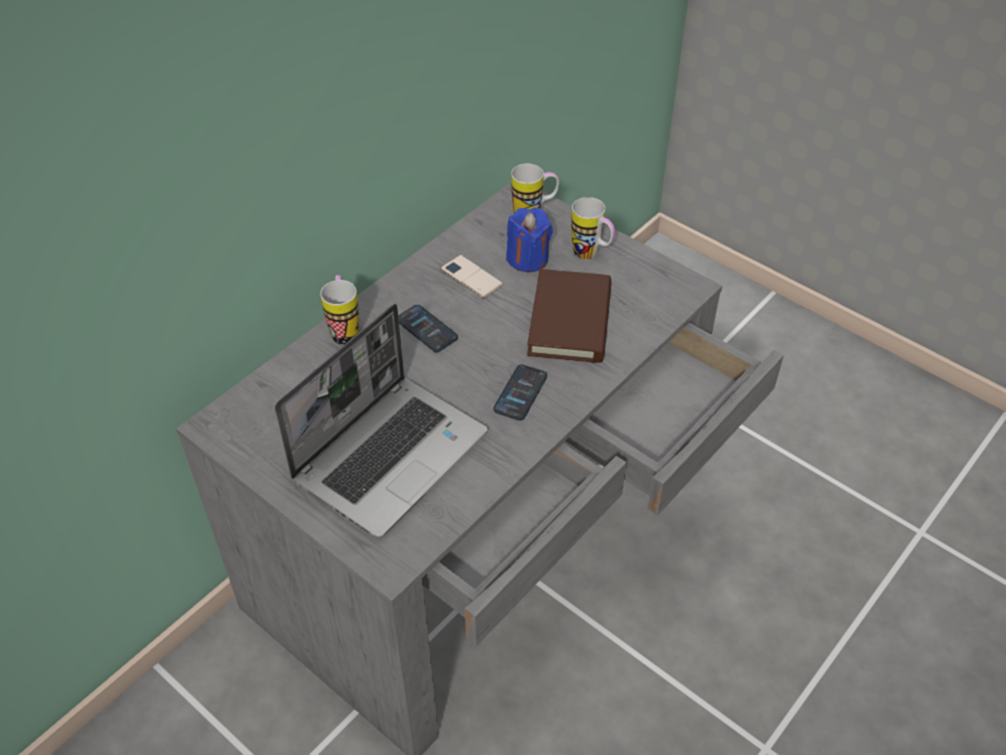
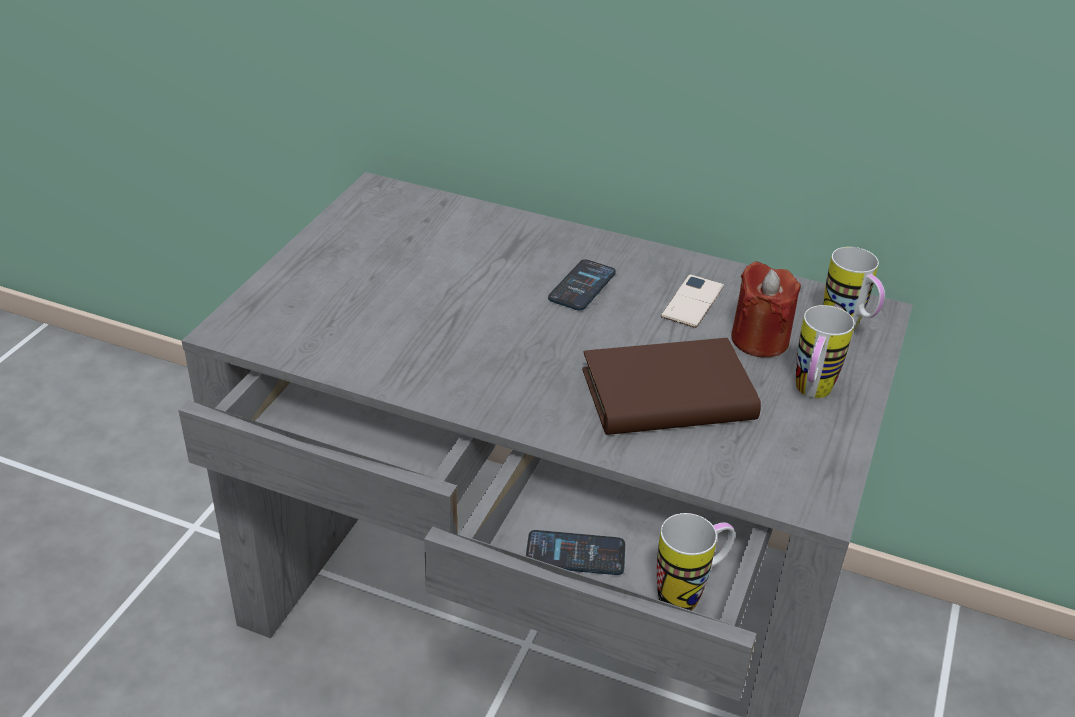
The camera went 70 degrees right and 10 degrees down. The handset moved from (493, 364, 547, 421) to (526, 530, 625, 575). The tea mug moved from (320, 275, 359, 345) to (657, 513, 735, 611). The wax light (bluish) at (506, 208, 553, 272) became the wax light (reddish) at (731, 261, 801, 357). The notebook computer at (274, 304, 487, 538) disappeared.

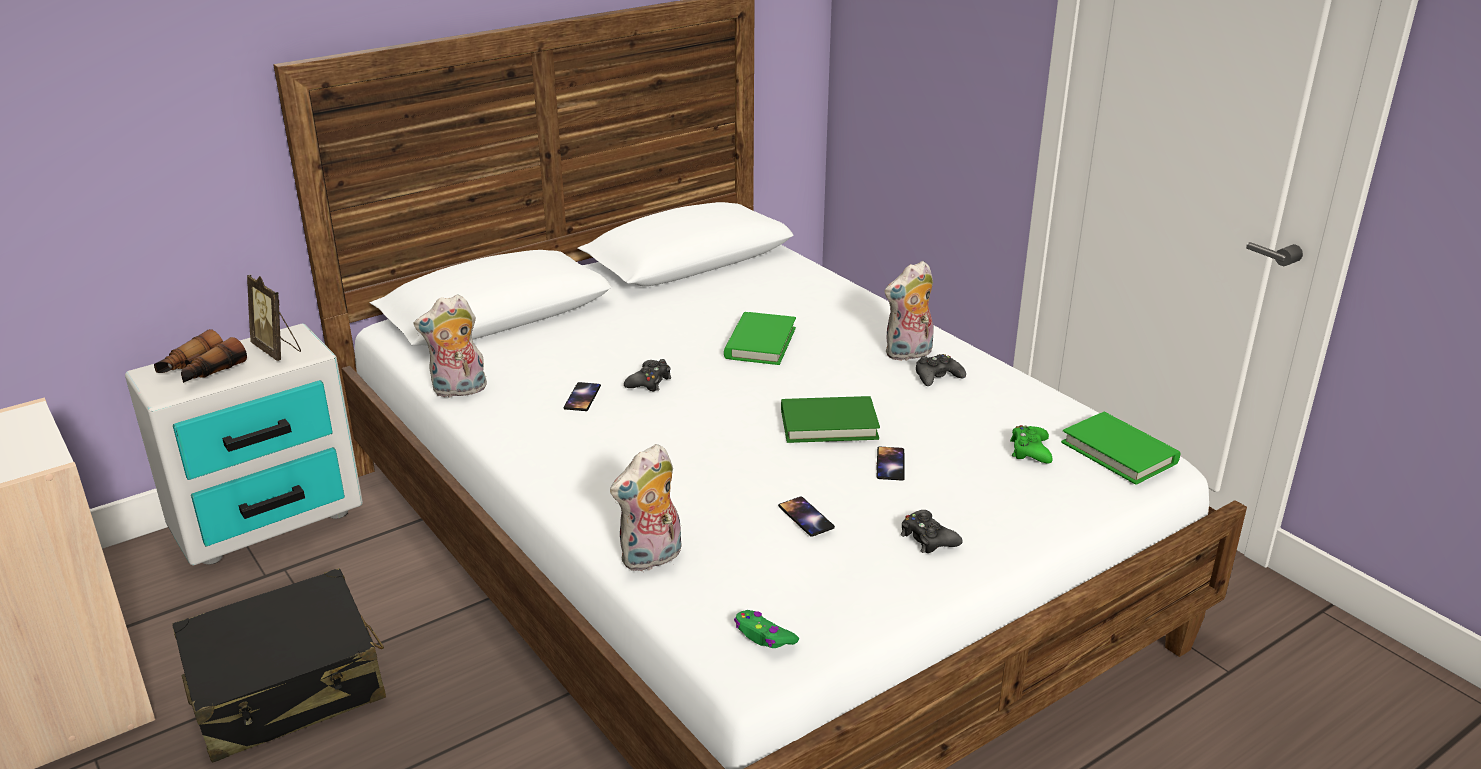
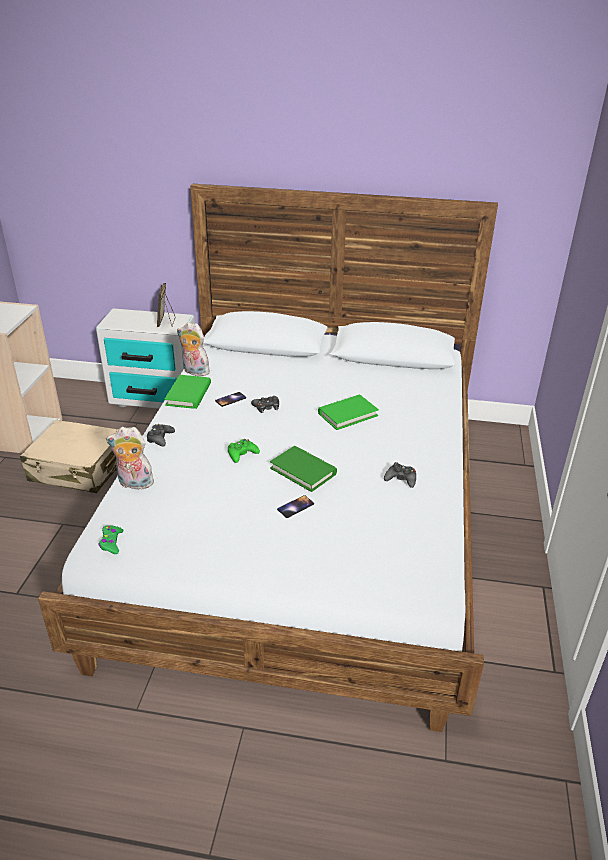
The camera went 45 degrees right and 5 degrees up. The piece of luggage (blackish) at (172, 568, 386, 762) became the piece of luggage (beige-coloured) at (20, 420, 119, 493). The gamepad (blackish) moved from (901, 510, 962, 553) to (147, 424, 175, 446). The volume (greenish) moved from (1061, 412, 1180, 485) to (164, 375, 211, 409). The gamepad (greenish) moved from (1010, 425, 1053, 463) to (228, 439, 260, 463). The binoculars at (154, 329, 247, 383) disappeared. The handset at (778, 497, 835, 537) disappeared. The plush toy at (884, 261, 934, 361) disappeared.

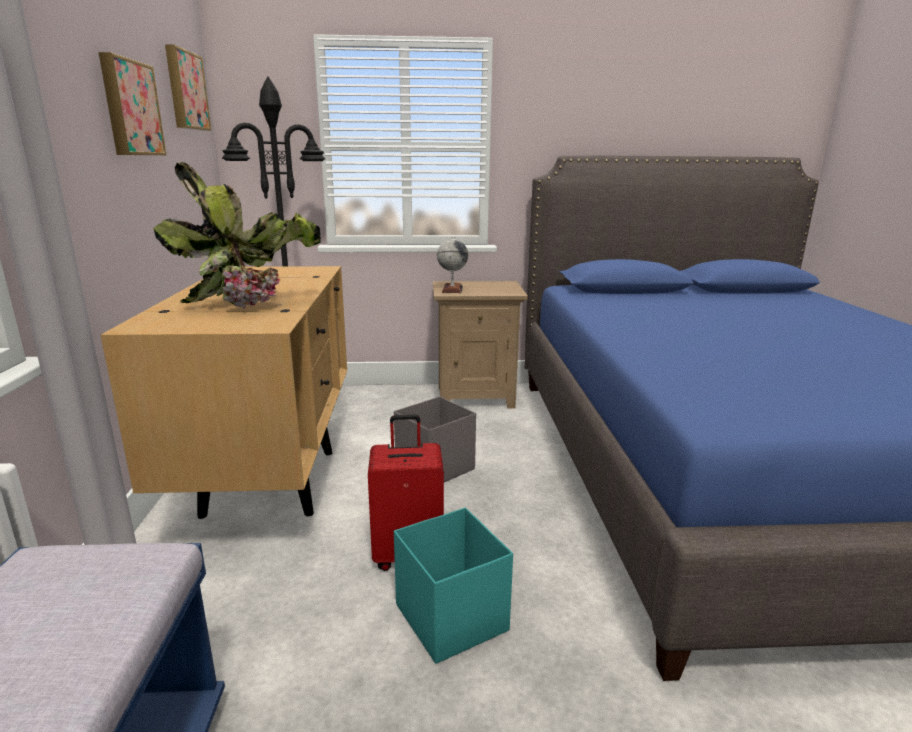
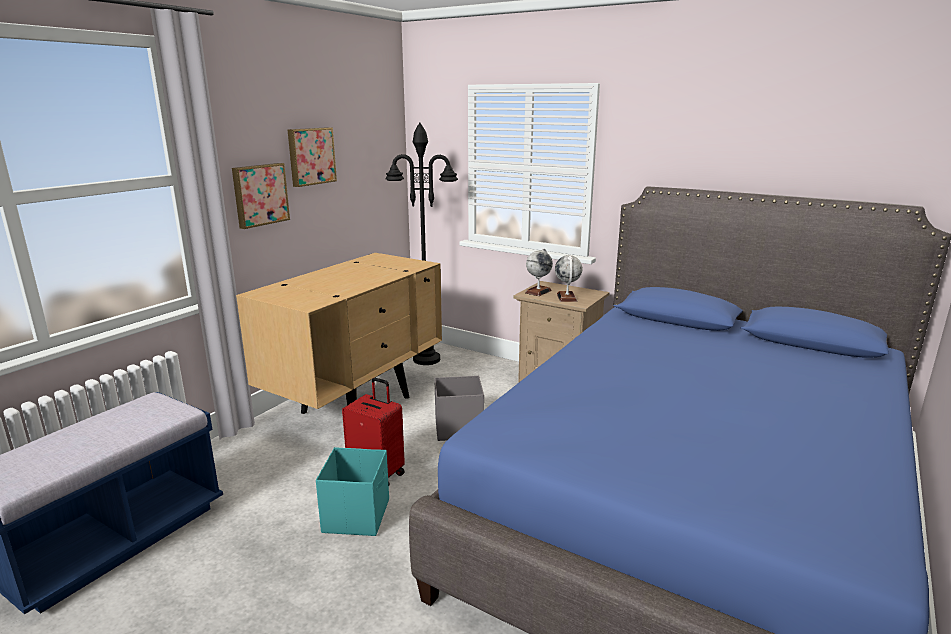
The camera went 35 degrees right and 0 degrees up. The wall picture moved from (165, 45, 211, 131) to (232, 163, 290, 229). The globe at (555, 255, 582, 302) appeared. The plant in a pot at (154, 162, 321, 309) disappeared.

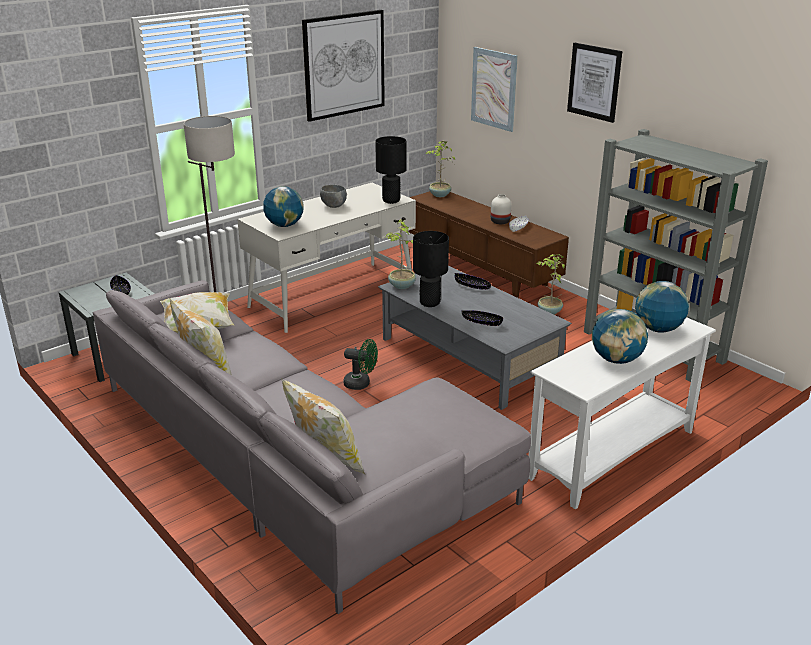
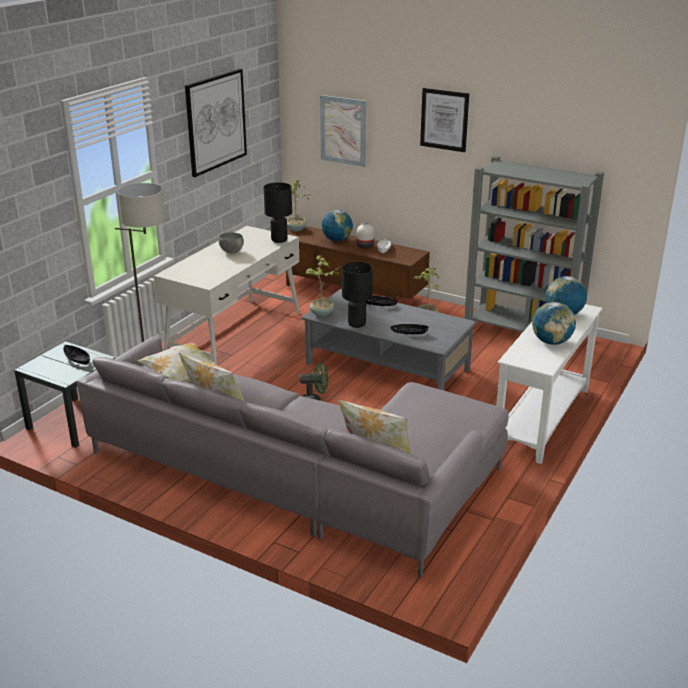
The camera went 20 degrees left and 0 degrees up. The globe moved from (263, 186, 304, 227) to (322, 210, 353, 242).

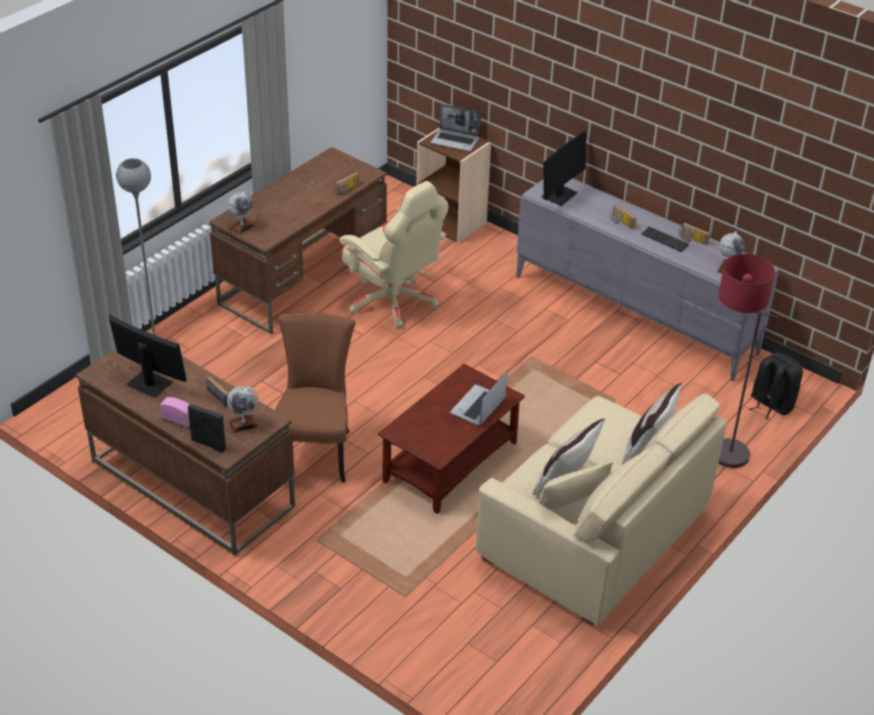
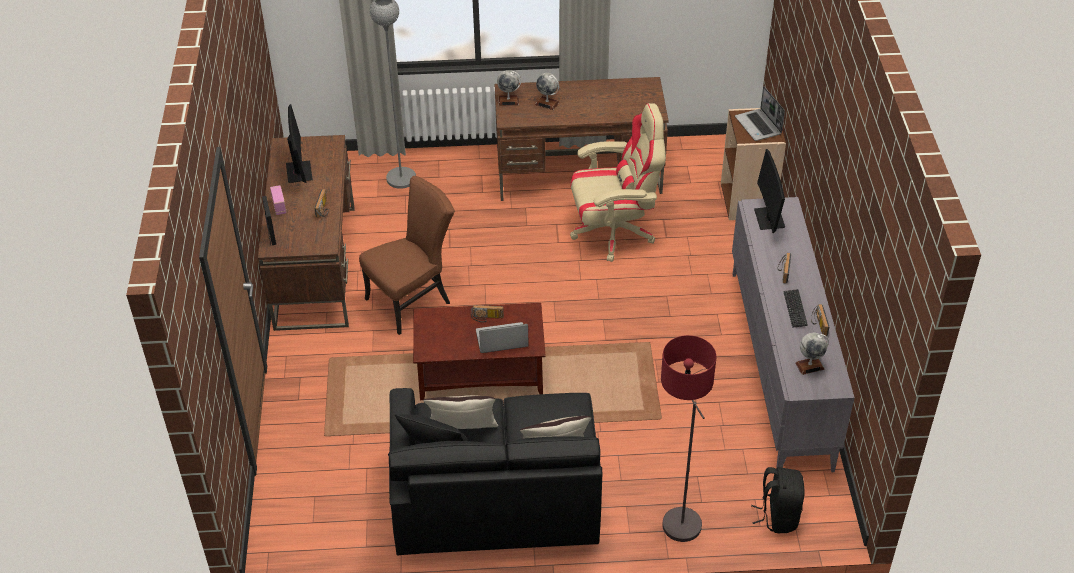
The camera went 50 degrees right and 5 degrees up. The sofa (beige-coloured) at (476, 393, 727, 625) became the sofa (blackish) at (388, 388, 602, 555). The radio receiver moved from (335, 172, 359, 195) to (471, 305, 504, 322). The globe moved from (227, 386, 259, 433) to (535, 73, 559, 110). The computer chair (beige-coloured) at (340, 181, 448, 329) turned 105 degrees counterclockwise. The computer display at (541, 131, 586, 206) turned 90 degrees clockwise.

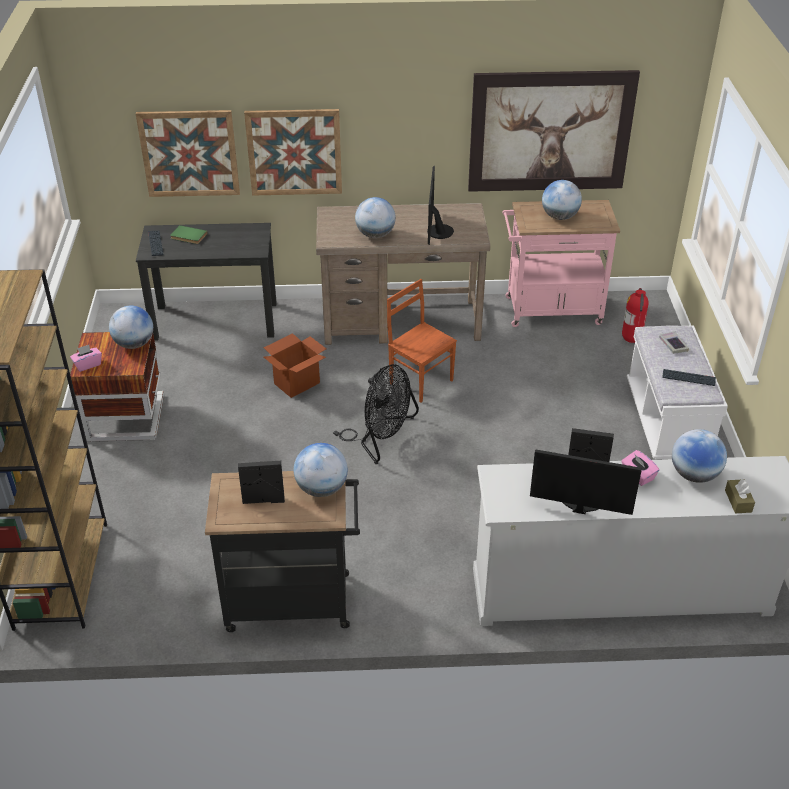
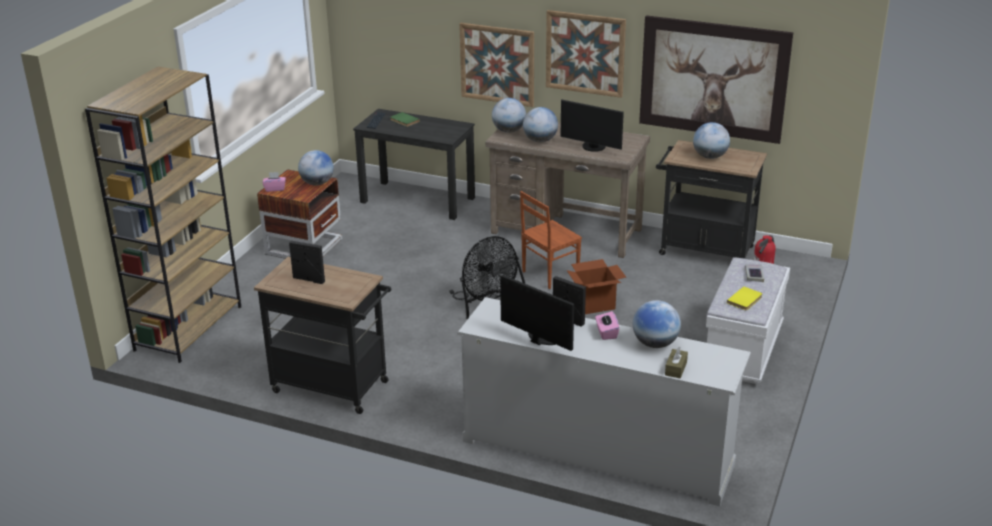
The camera went 25 degrees right and 10 degrees down. The globe moved from (294, 443, 348, 497) to (492, 98, 526, 133). The chair (brown) at (387, 279, 457, 403) turned 105 degrees counterclockwise. The wall picture moved from (136, 110, 240, 197) to (546, 10, 626, 98). The computer display at (427, 166, 454, 245) turned 90 degrees counterclockwise. The carton moved from (263, 333, 326, 398) to (567, 259, 626, 314). The trolley (pink) at (503, 200, 620, 327) became the trolley (blackish) at (656, 140, 767, 259). The keyboard at (662, 369, 716, 386) was replaced by the volume (yellow-coloured) at (727, 286, 763, 310).

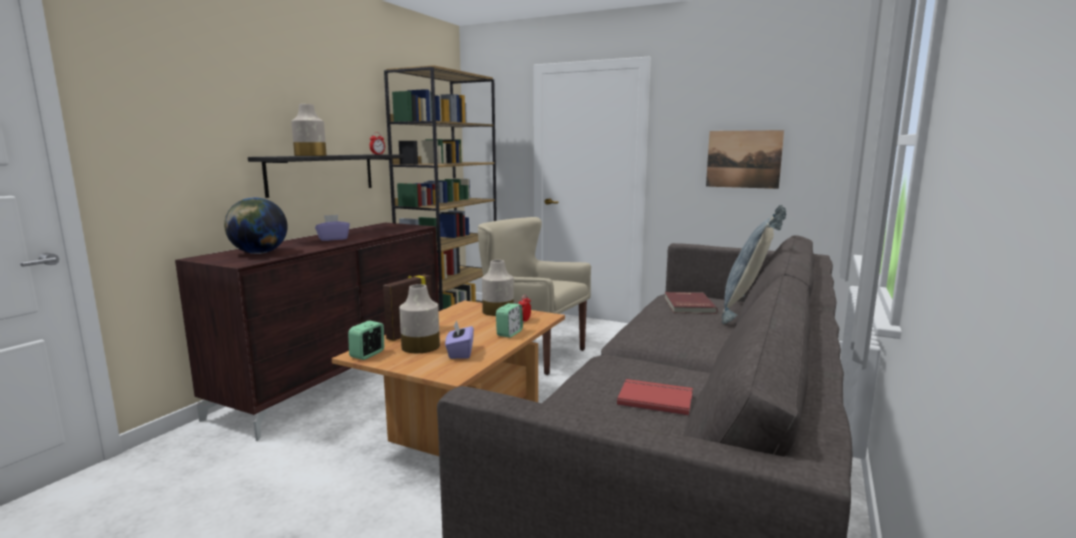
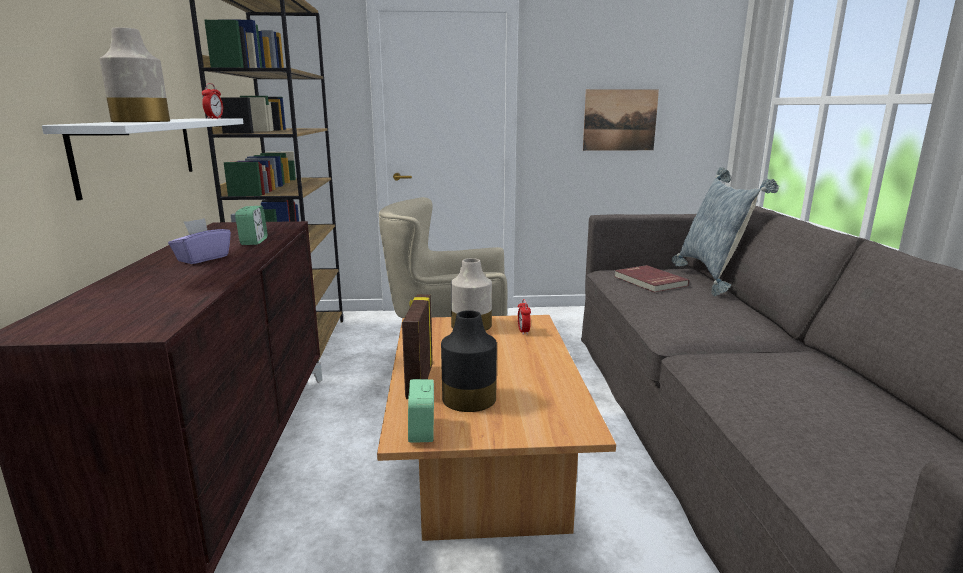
The camera went 30 degrees left and 5 degrees up. The bracket shelf (blackish) at (248, 154, 403, 198) became the bracket shelf (white-coloured) at (42, 118, 243, 200). The bedside clock moved from (496, 303, 523, 338) to (235, 206, 267, 245). The flower vase (beige-coloured) at (399, 284, 440, 353) became the flower vase (blackish) at (441, 310, 497, 412). The globe at (224, 197, 288, 254) disappeared. The box of tissues (purple) at (445, 320, 474, 359) disappeared. The volume (reddish) at (617, 379, 693, 415) disappeared.

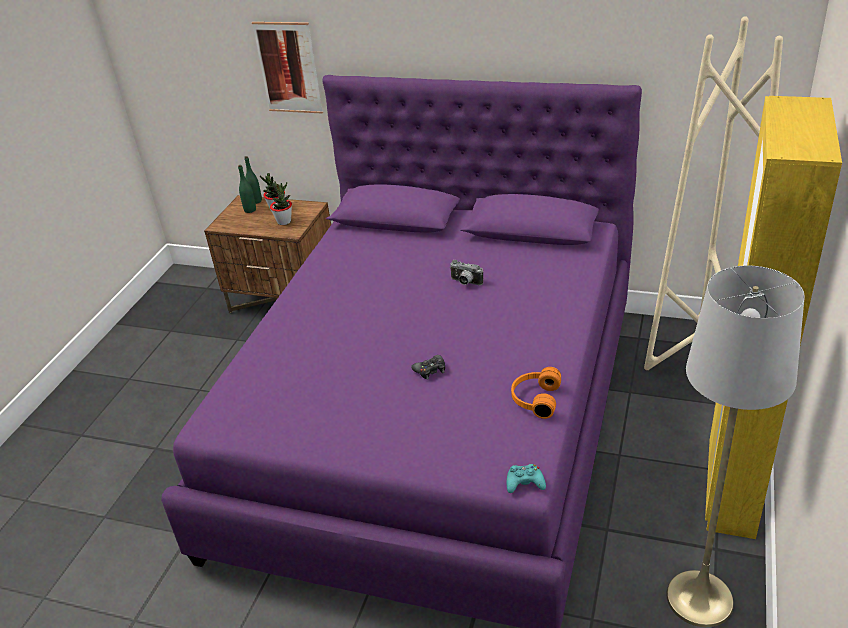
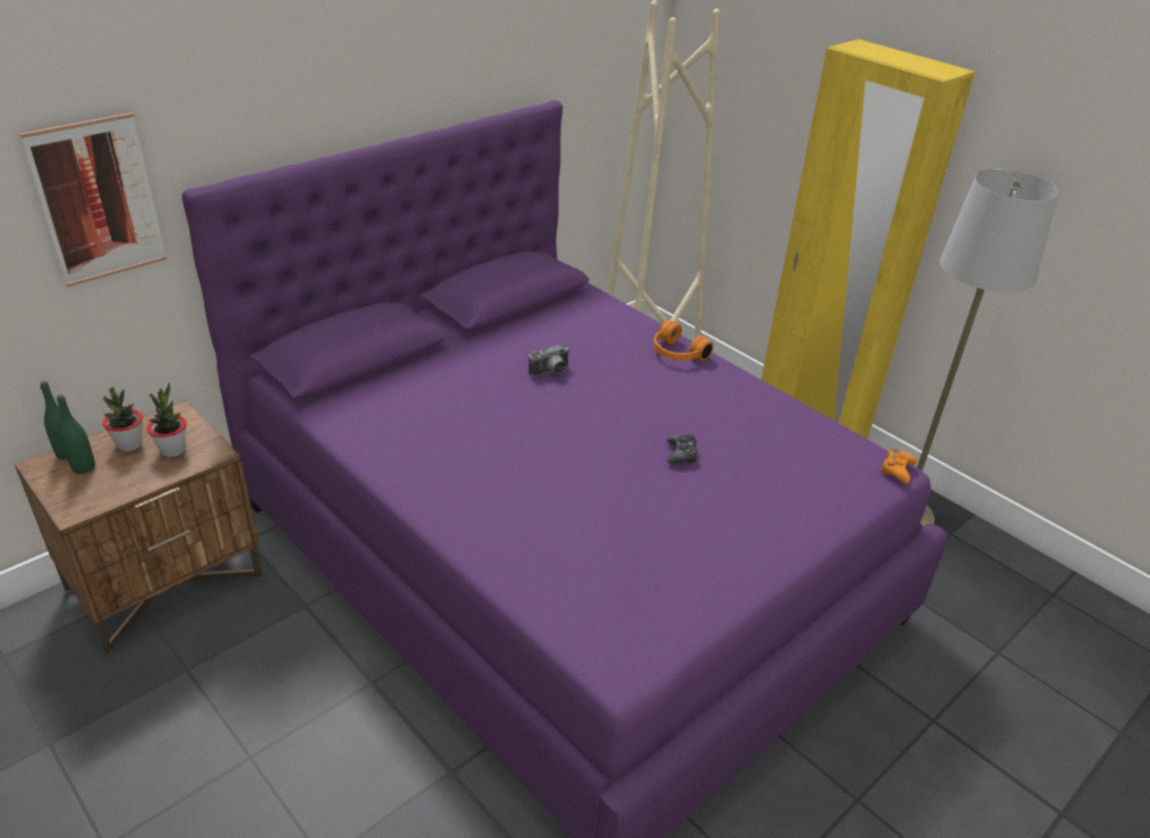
The camera went 65 degrees left and 0 degrees up. The pair of headphones (orange) moved from (511, 367, 561, 419) to (653, 320, 714, 361). The gamepad (turquoise-coloured) at (506, 464, 546, 493) became the gamepad (orange) at (880, 449, 917, 484).

